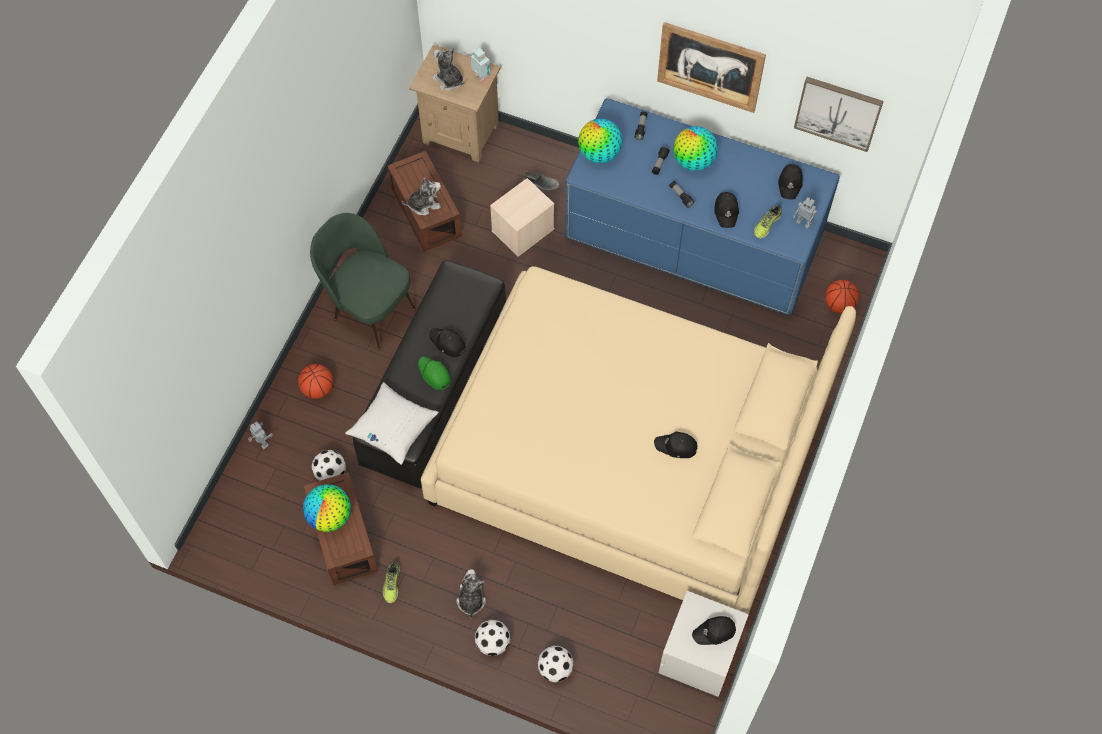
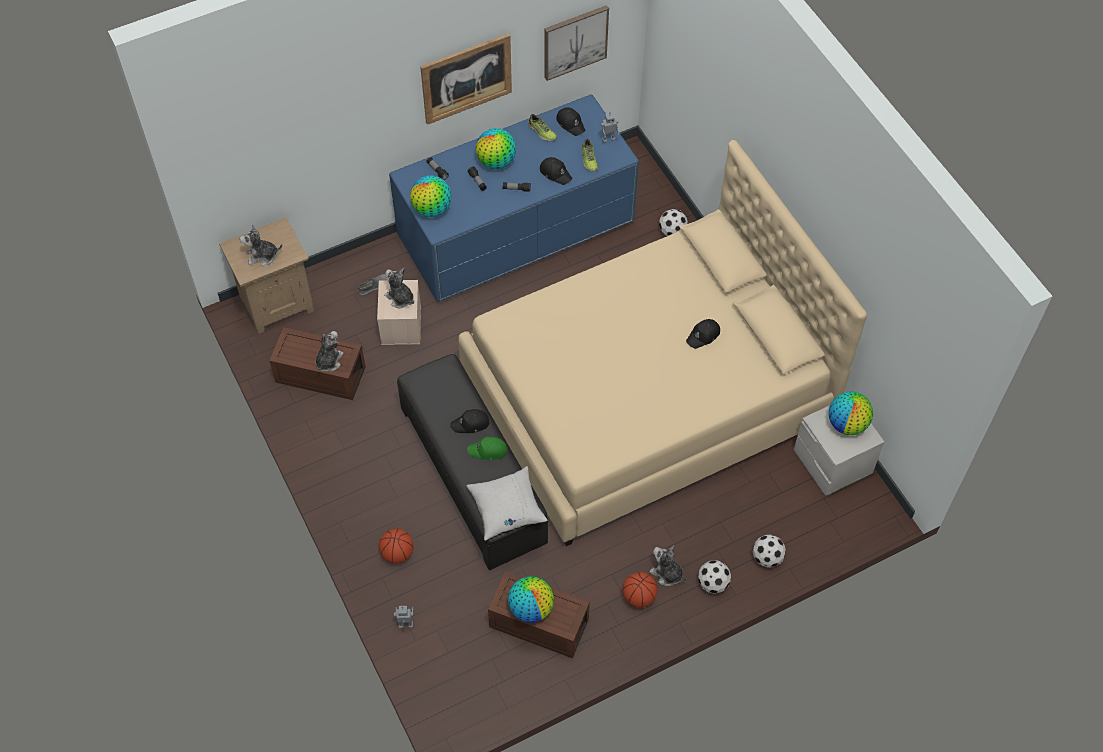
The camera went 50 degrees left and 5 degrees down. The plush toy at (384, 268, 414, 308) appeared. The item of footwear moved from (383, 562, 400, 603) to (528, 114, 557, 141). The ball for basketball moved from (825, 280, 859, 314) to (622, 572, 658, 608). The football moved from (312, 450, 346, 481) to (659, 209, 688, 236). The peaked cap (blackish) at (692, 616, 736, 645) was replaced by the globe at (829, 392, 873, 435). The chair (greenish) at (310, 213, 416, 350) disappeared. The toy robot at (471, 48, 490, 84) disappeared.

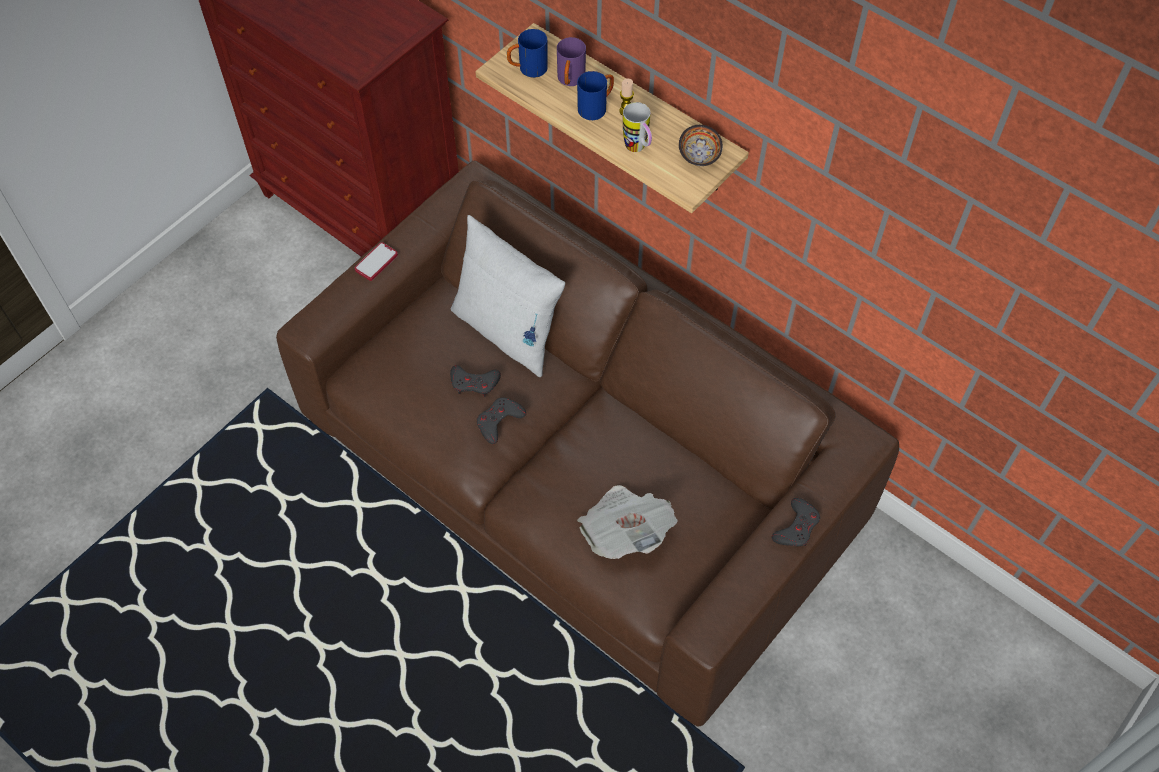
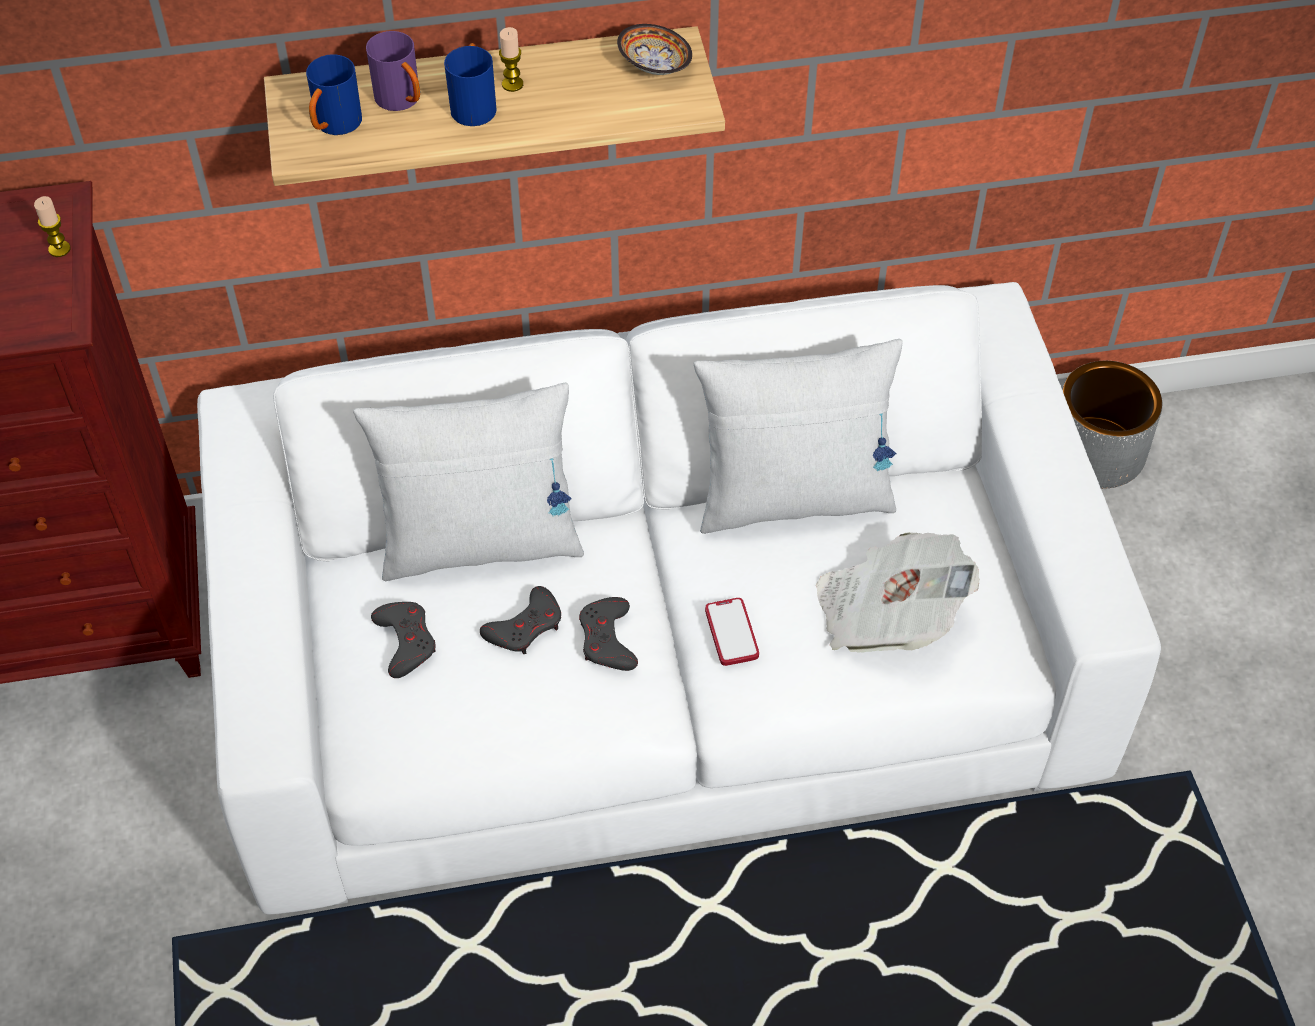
The camera went 50 degrees left and 5 degrees down. The wax light at (34, 196, 71, 257) appeared. The sofa (brown) at (276, 161, 899, 727) became the sofa (white-coloured) at (197, 282, 1161, 914). The gamepad (gray) moved from (772, 498, 820, 546) to (371, 602, 436, 678). The throw pillow (gray) at (693, 339, 903, 534) appeared. The handset moved from (355, 242, 398, 281) to (705, 598, 759, 666). The flower pot (gray) at (1062, 361, 1163, 488) appeared. The tea mug at (623, 102, 652, 152) disappeared.

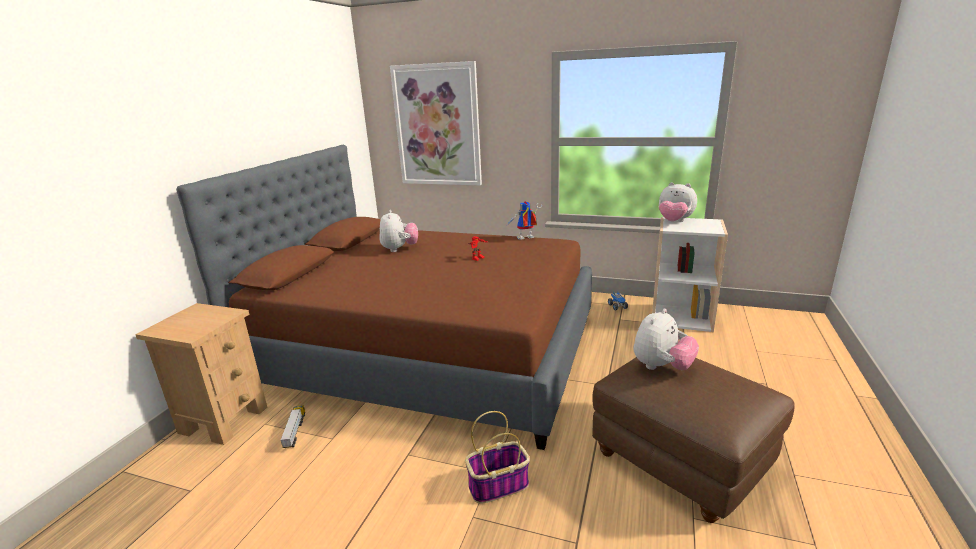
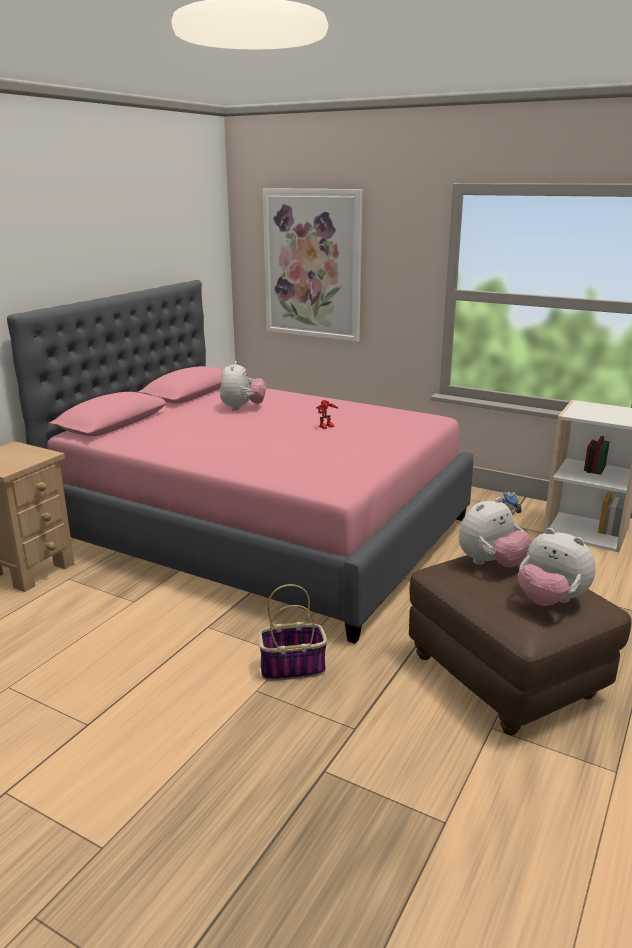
The camera went 10 degrees right and 0 degrees up. The bed (brown) at (176, 145, 592, 450) became the bed (pink) at (7, 280, 473, 644). The plush toy moved from (658, 182, 697, 222) to (518, 528, 596, 606). The toy truck at (280, 405, 305, 448) disappeared. The toy robot at (506, 201, 542, 240) disappeared.

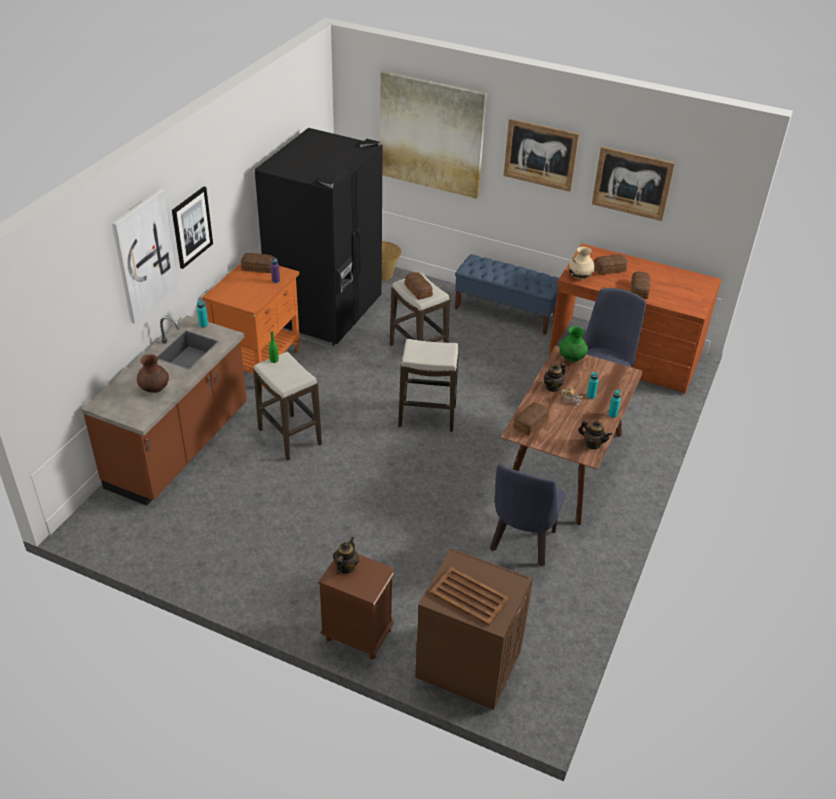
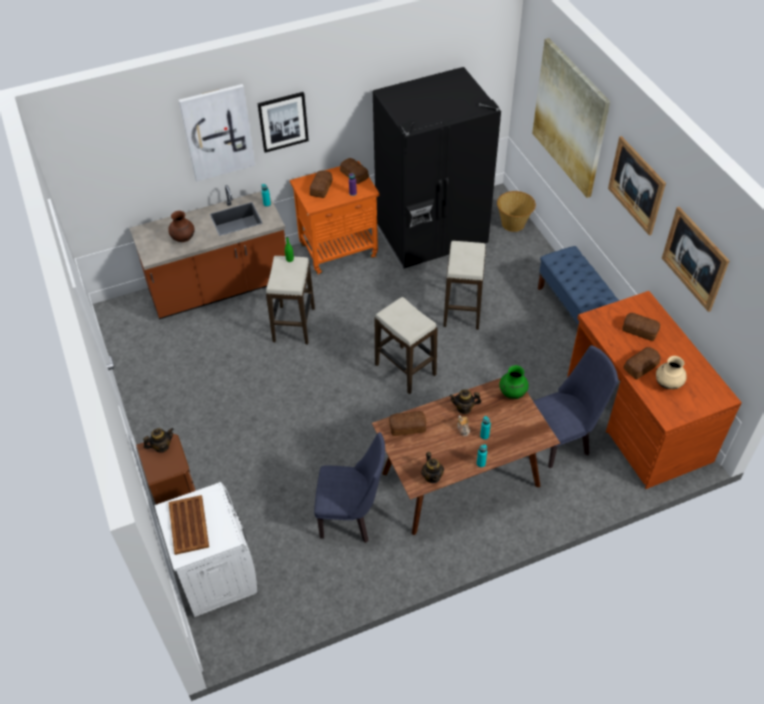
The camera went 45 degrees right and 10 degrees up. The laundry machine (brown) at (415, 548, 532, 710) became the laundry machine (white-coloured) at (154, 482, 257, 617). The bakery bread moved from (404, 272, 433, 300) to (310, 170, 333, 198). The chair (bluish) at (490, 464, 566, 566) turned 150 degrees counterclockwise. The flower vase (beige-coloured) moved from (568, 247, 595, 279) to (656, 356, 687, 389).

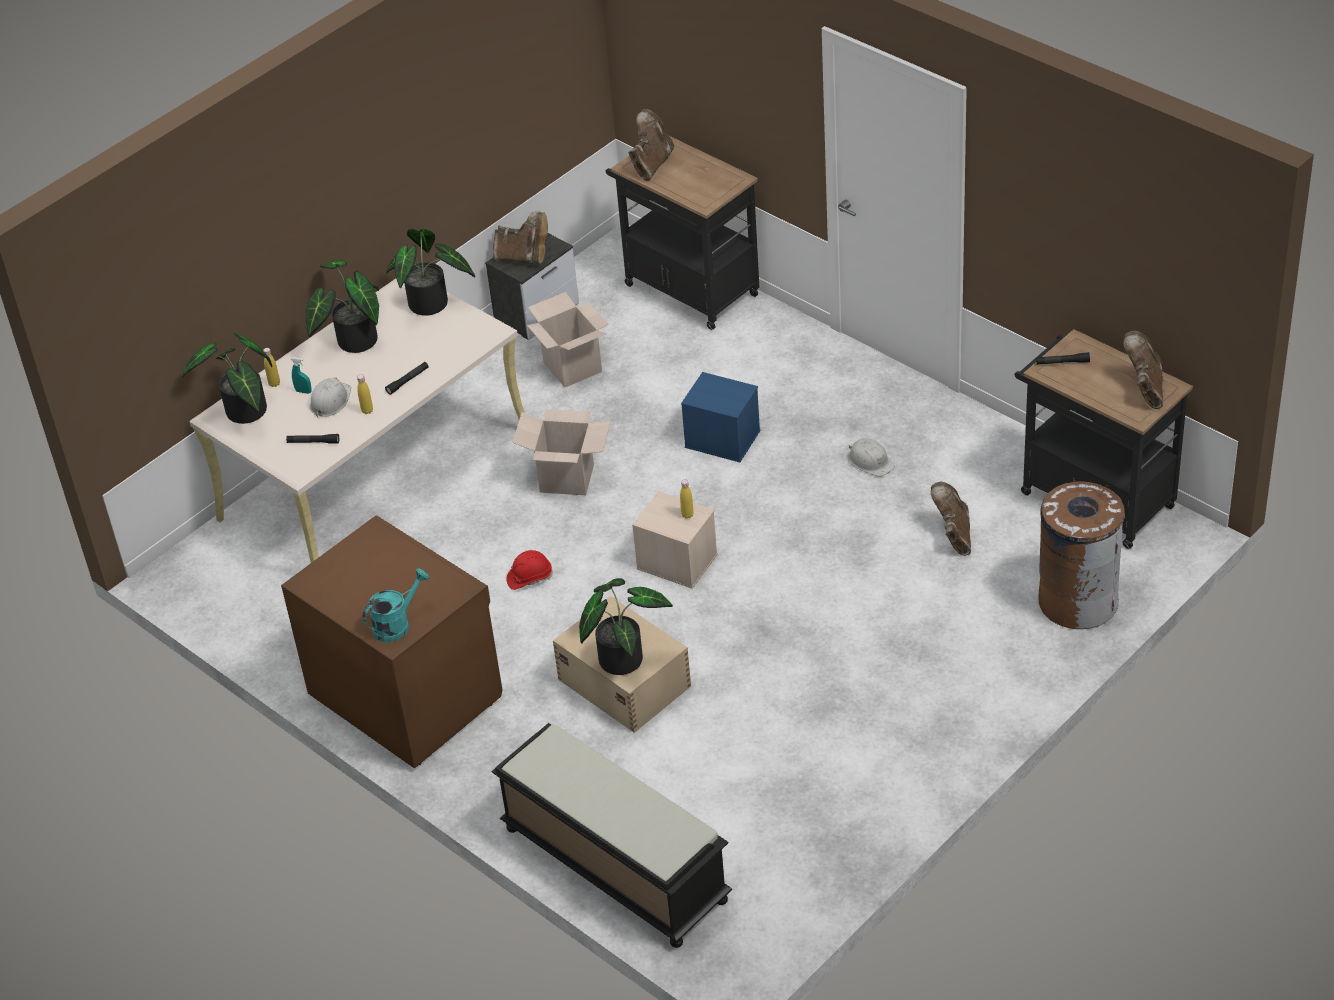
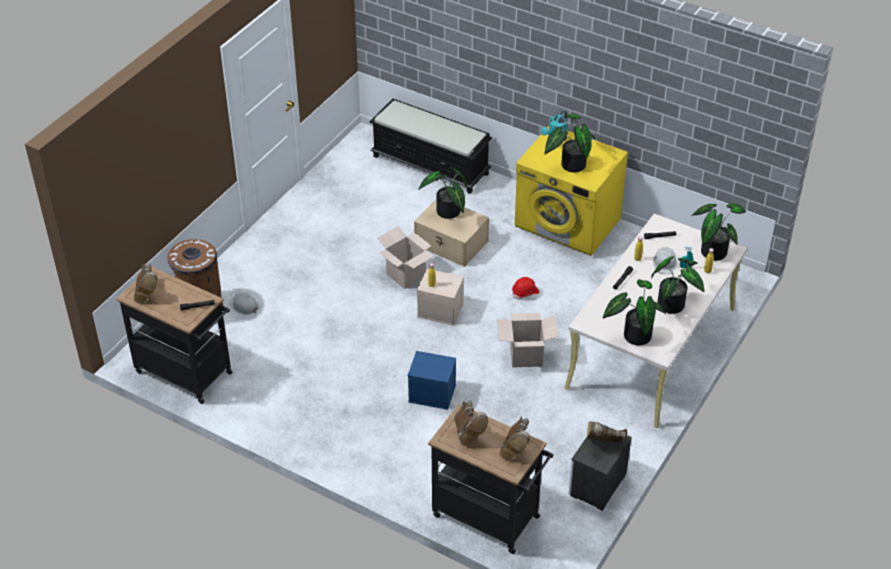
The camera went 165 degrees right and 0 degrees up. The hard hat (white-coloured) moved from (848, 438, 895, 477) to (229, 293, 259, 315). The carton moved from (527, 292, 609, 387) to (378, 226, 434, 289). The boot (brown) moved from (931, 482, 971, 556) to (454, 401, 488, 446). The laundry machine (brown) at (281, 515, 503, 768) became the laundry machine (yellow-coloured) at (515, 126, 628, 256). The plant in a pot at (545, 114, 595, 173) appeared.

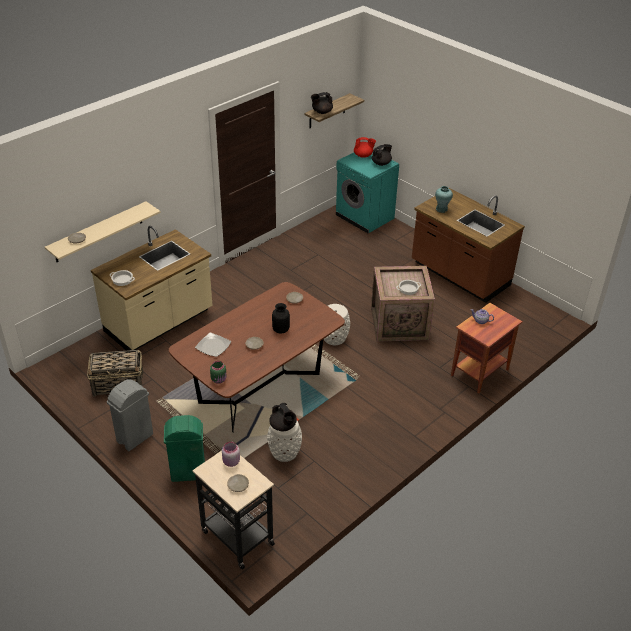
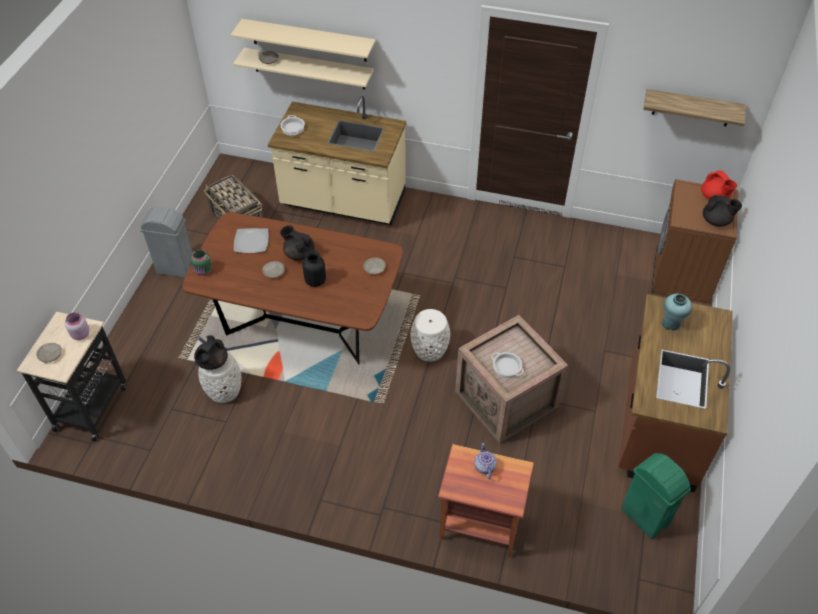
The camera went 60 degrees right and 10 degrees up. The bracket shelf (beige-coloured) at (231, 19, 376, 62) appeared. The tea pot (blackish) moved from (311, 92, 333, 114) to (280, 225, 314, 261). The trash can (greenish) moved from (164, 415, 205, 482) to (621, 453, 691, 539). The laundry machine (turquoise-coloured) at (336, 153, 399, 233) became the laundry machine (brown) at (651, 179, 738, 304).

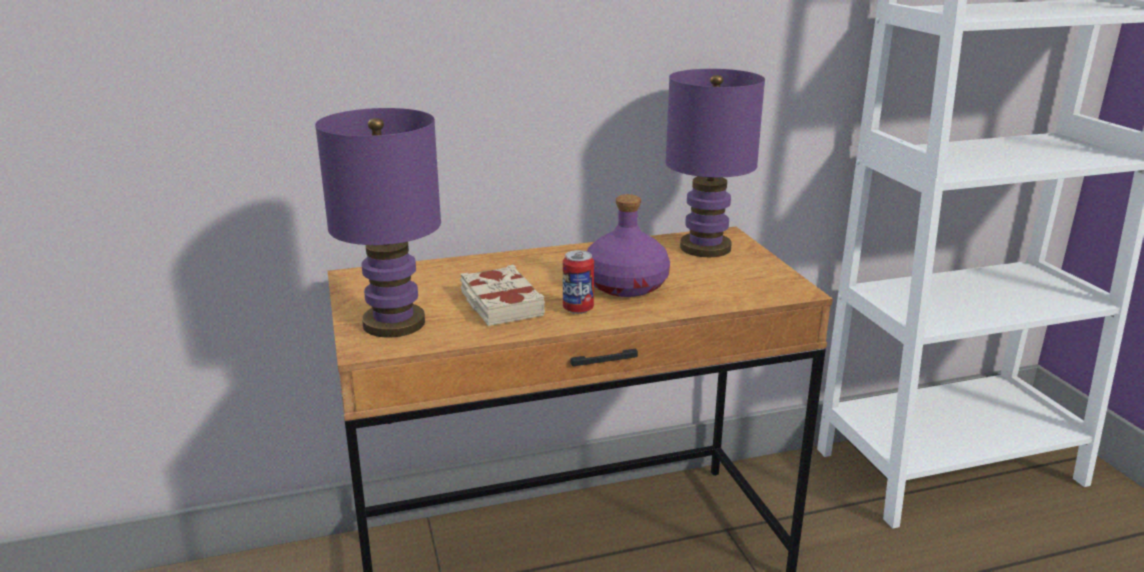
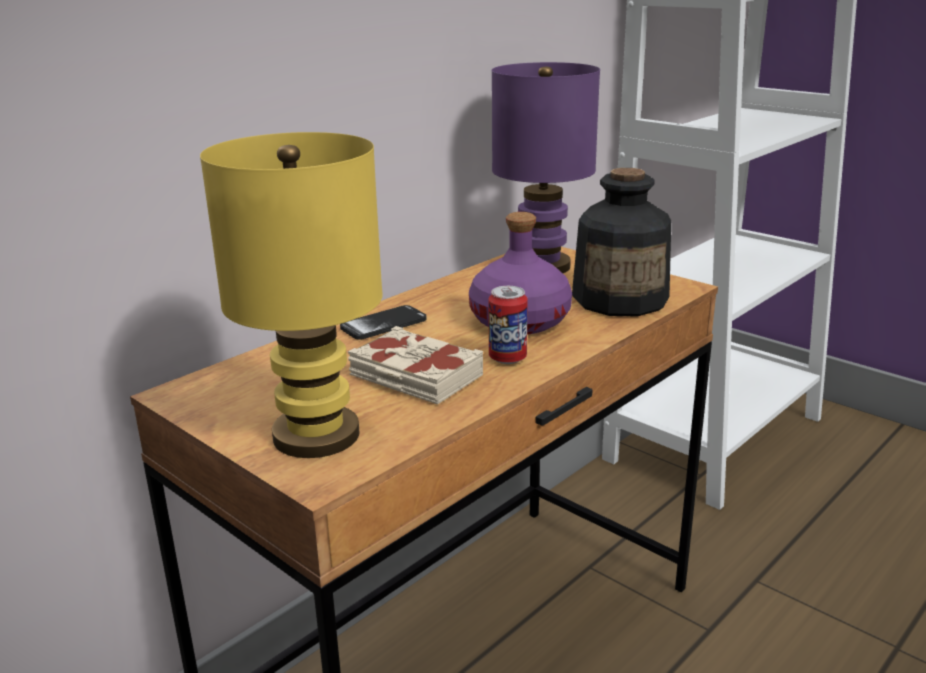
The camera went 30 degrees left and 0 degrees up. The table lamp (purple) at (315, 108, 441, 337) became the table lamp (yellow-coloured) at (200, 132, 383, 458). The handset at (340, 305, 427, 340) appeared. The beverage bottle at (572, 168, 671, 317) appeared.

